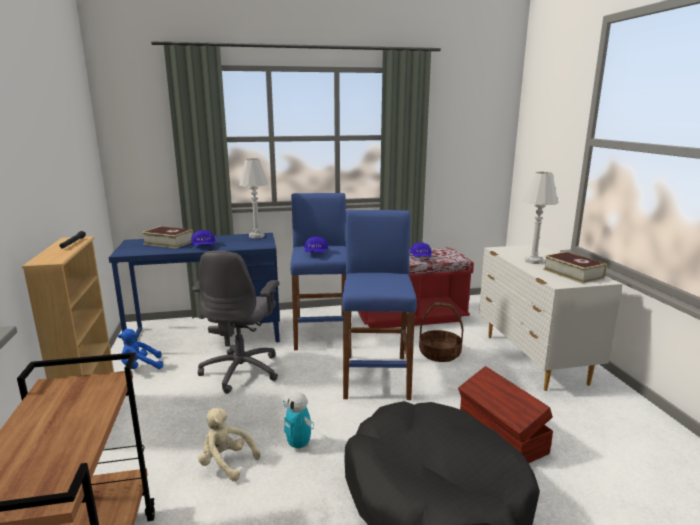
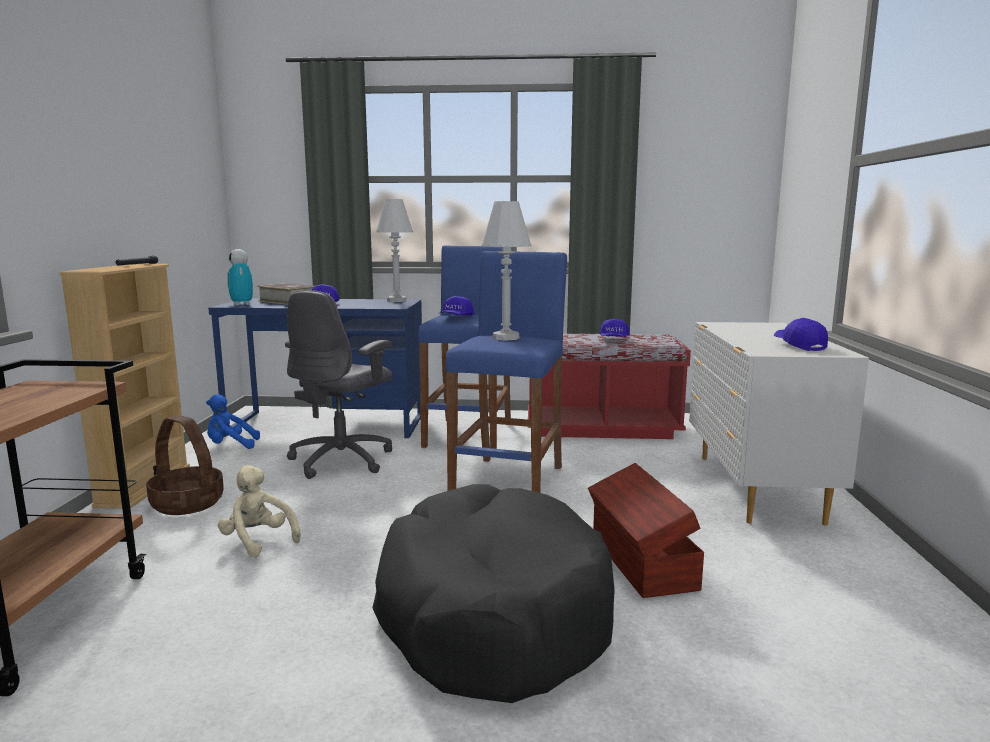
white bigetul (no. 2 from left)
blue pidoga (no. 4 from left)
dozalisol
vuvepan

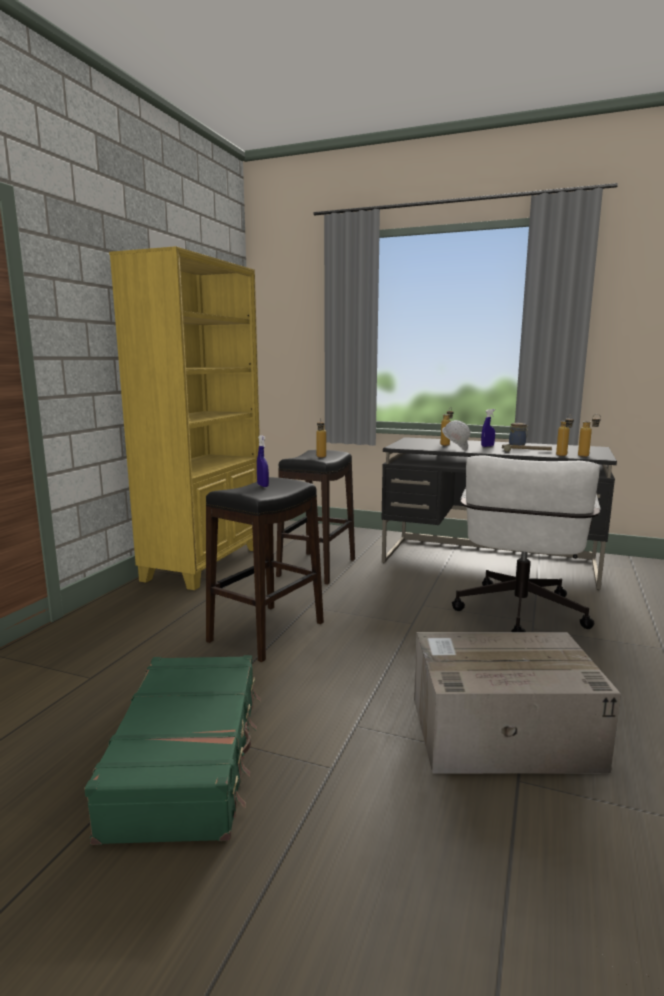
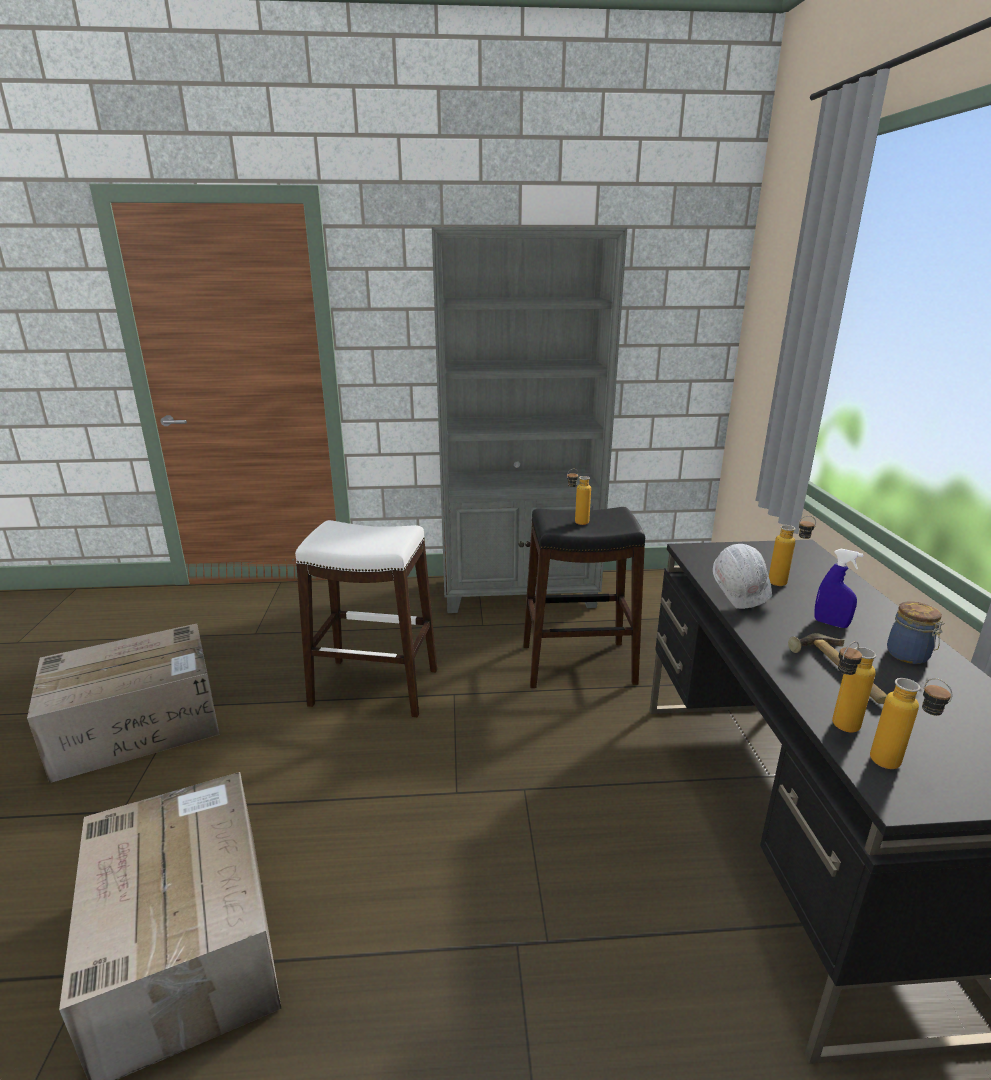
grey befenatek
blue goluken (no. 1 from left in the first image)
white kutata
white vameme
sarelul (no. 1 from left)

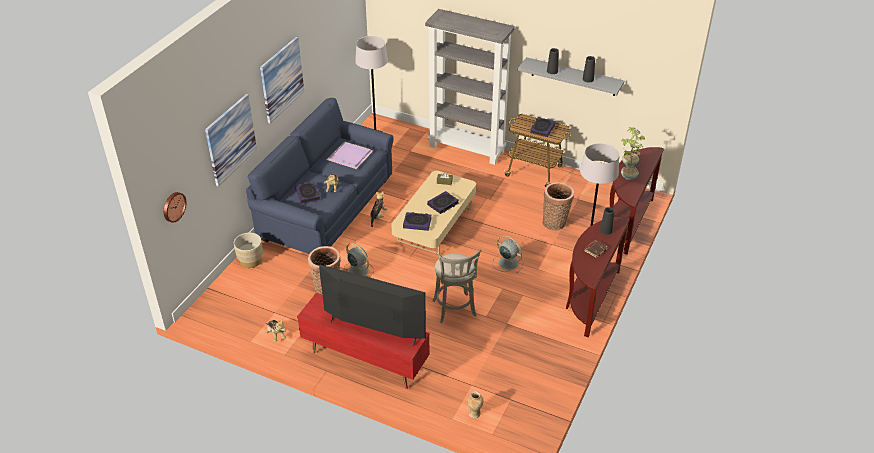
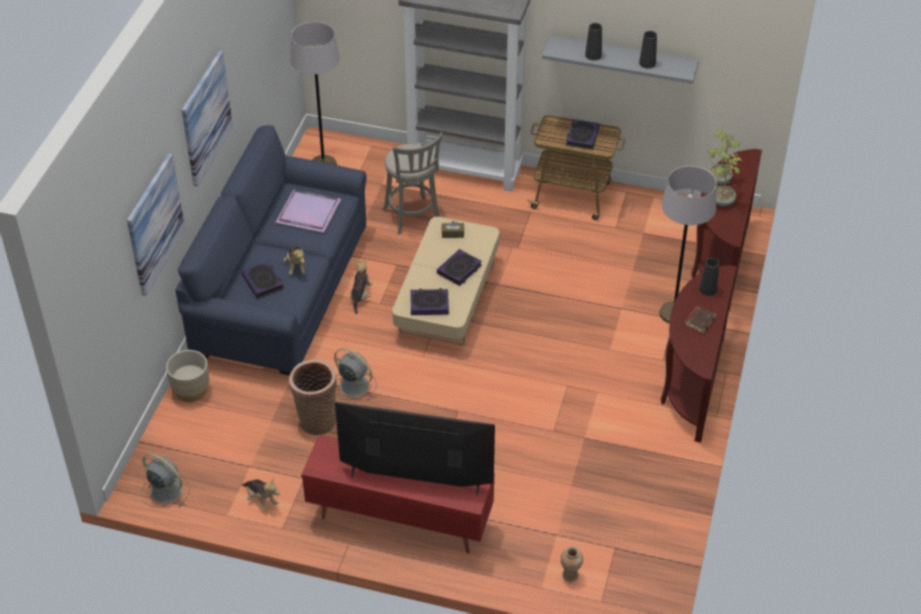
dozalisol (no. 2 from left in the first image)
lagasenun
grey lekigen (no. 1 from left)
grey vameme

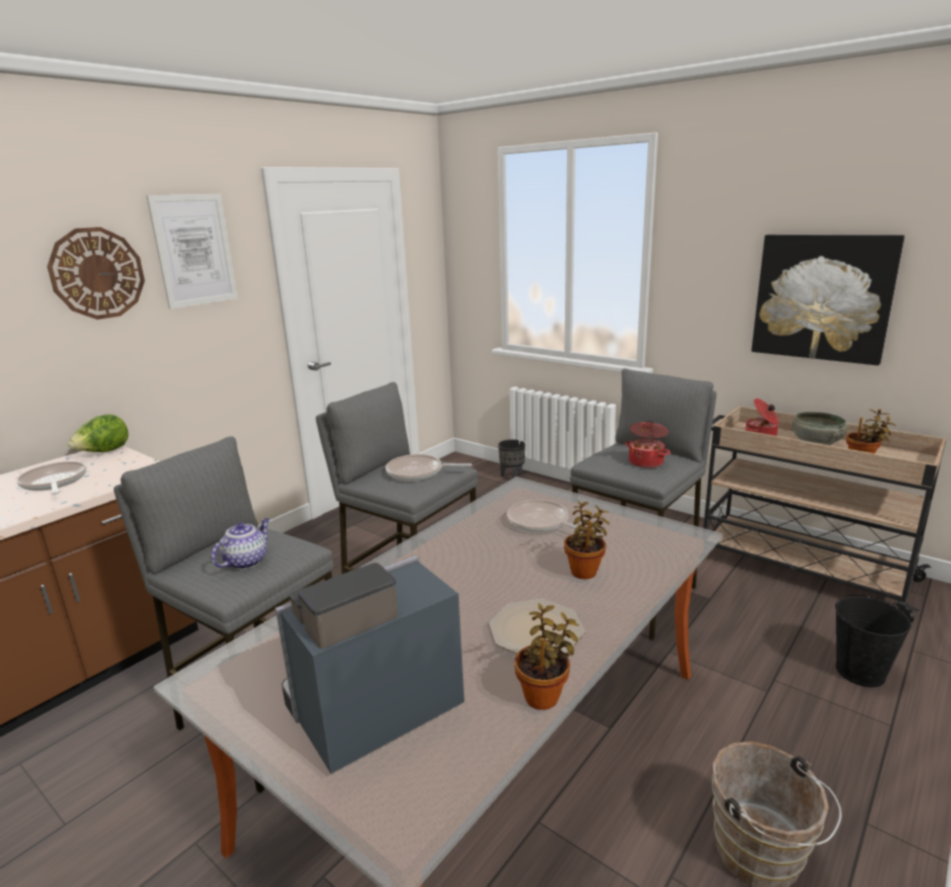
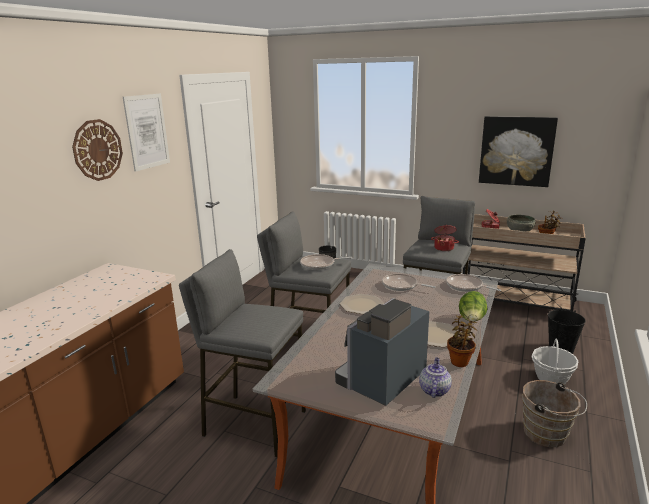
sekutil
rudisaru (no. 3 from left)
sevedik (no. 2 from left in the first image)
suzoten
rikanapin (no. 1 from left)
dozalisol

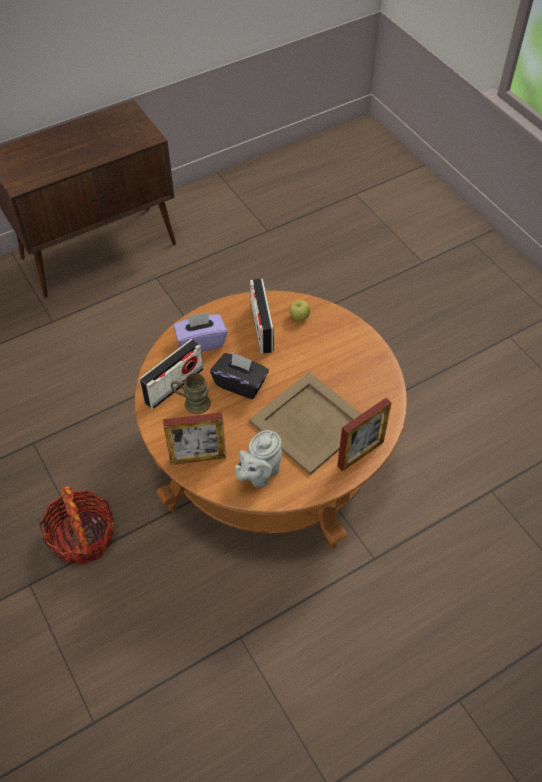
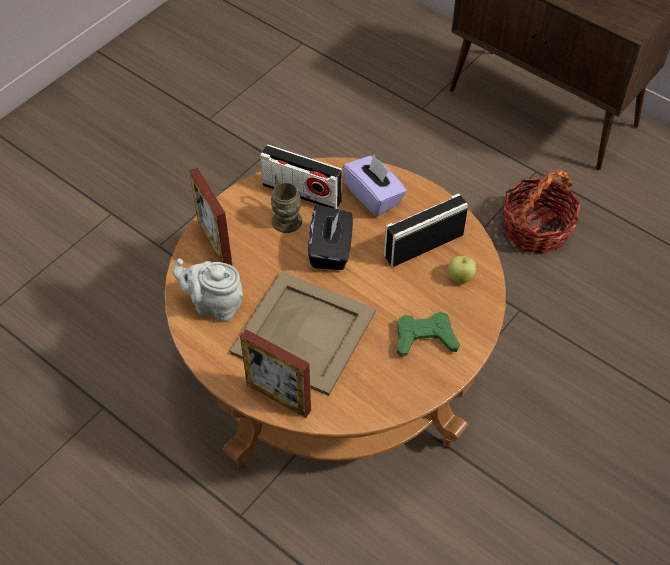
dozalisol
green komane

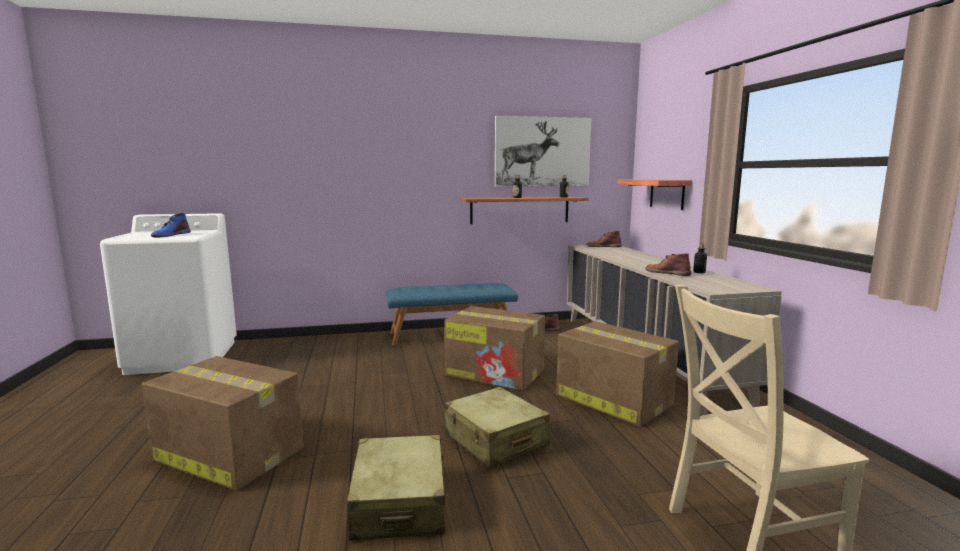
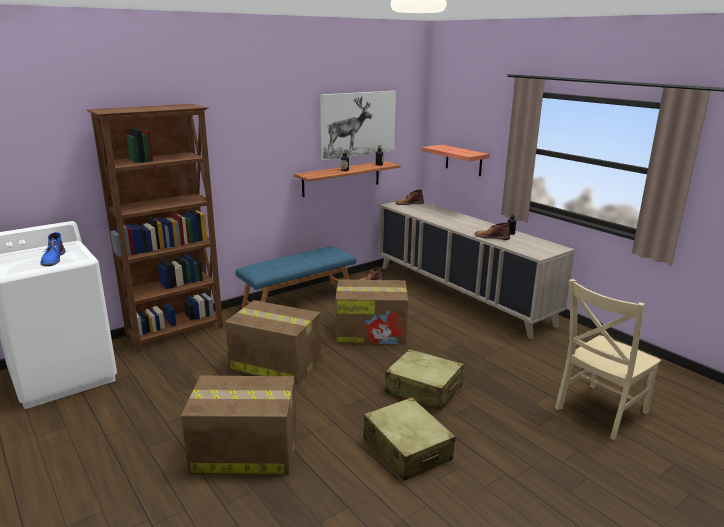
sarelul (no. 2 from left)
brown befenatek

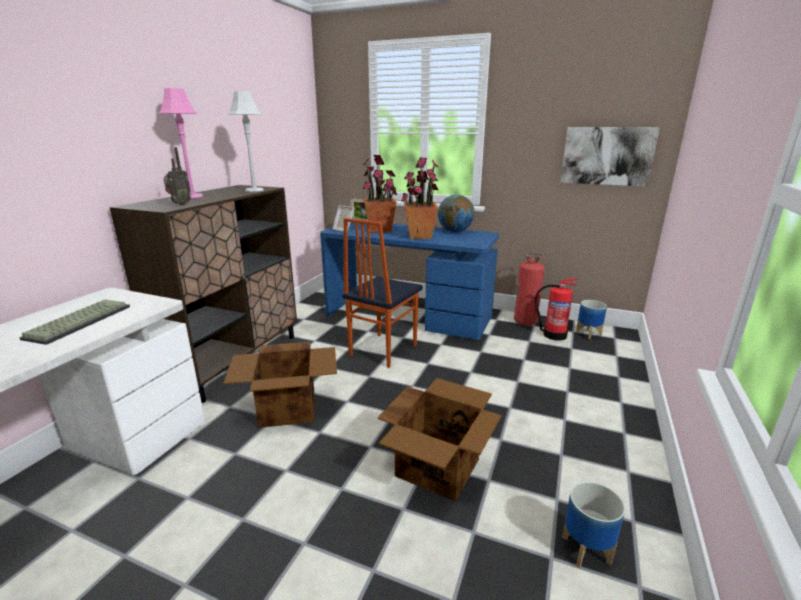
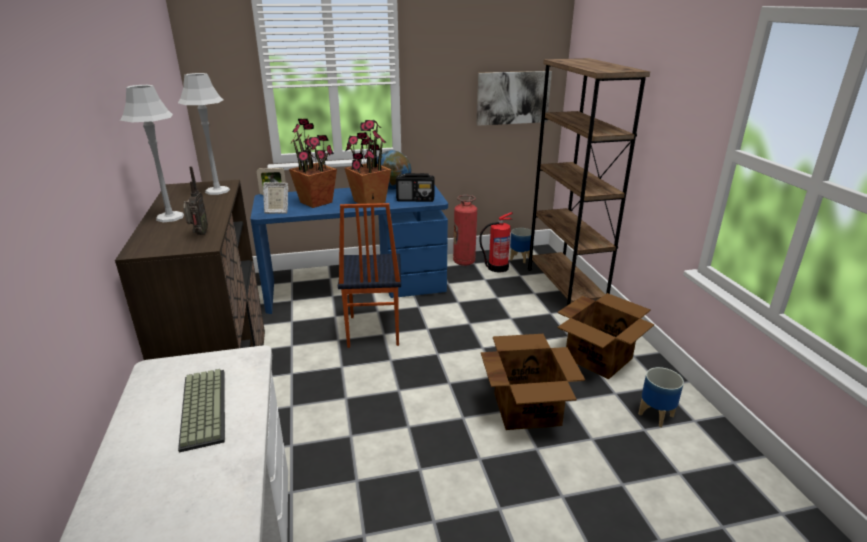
grey bigetul (no. 1 from left)
sarelul (no. 2 from left)
brown befenatek
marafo (no. 2 from left)

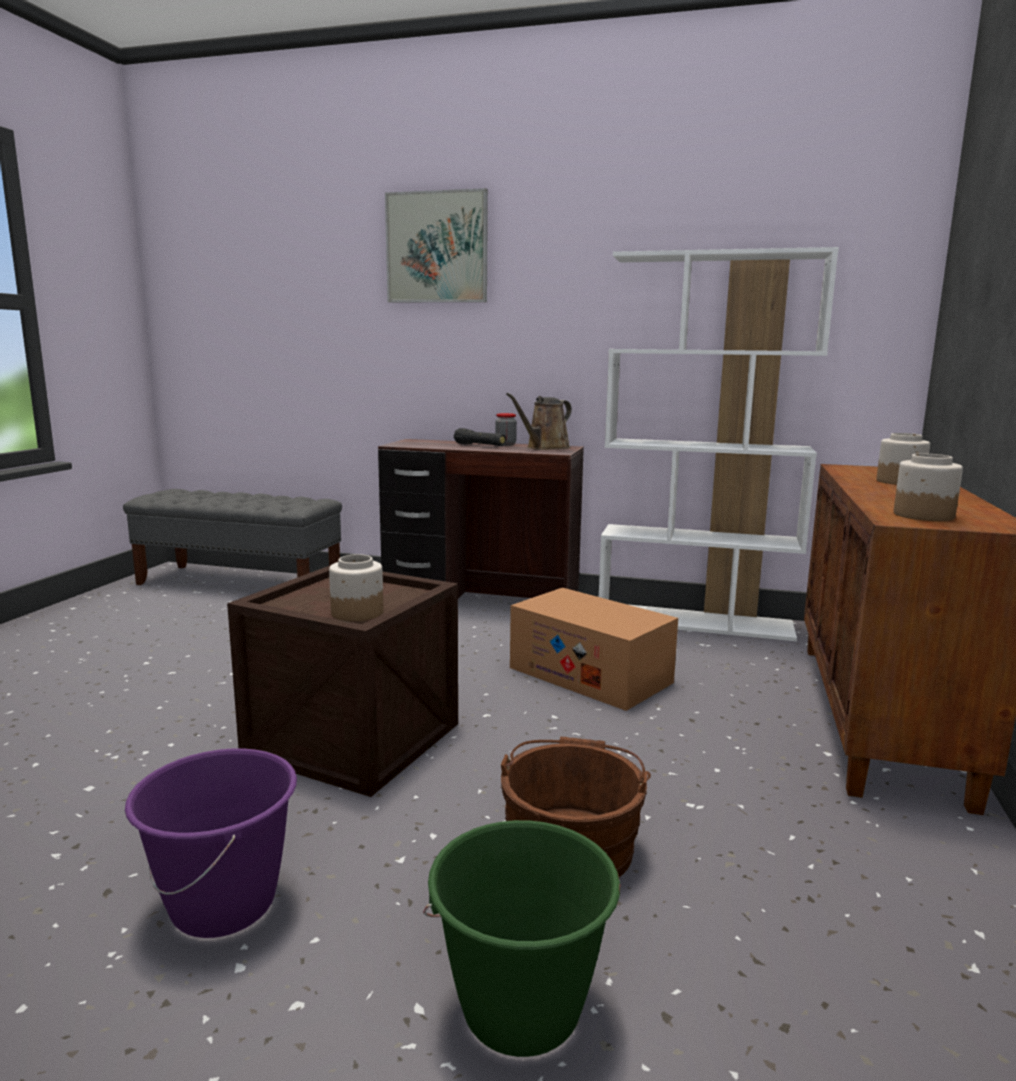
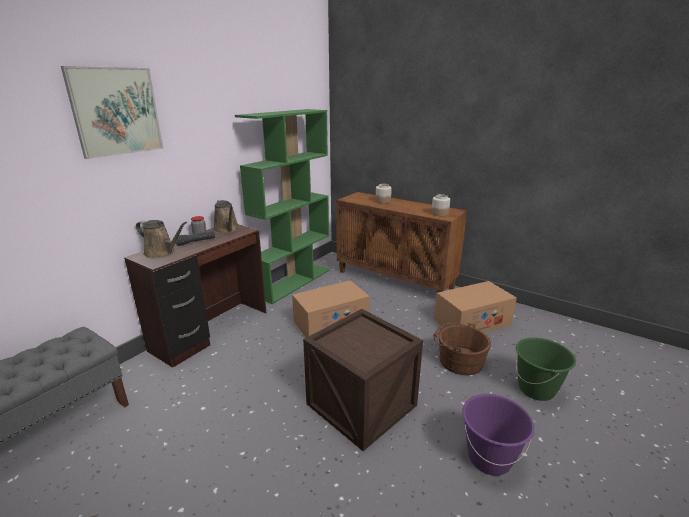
green befenatek
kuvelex (no. 1 from left in the first image)
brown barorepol (no. 1 from left)
sarelul (no. 2 from left)

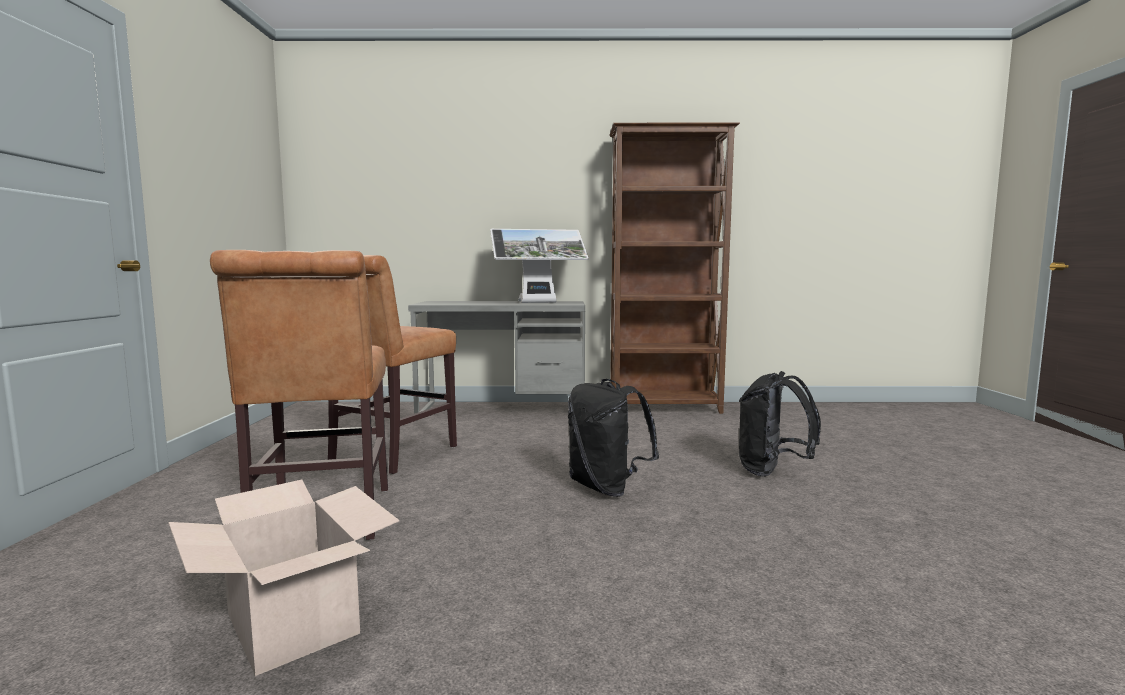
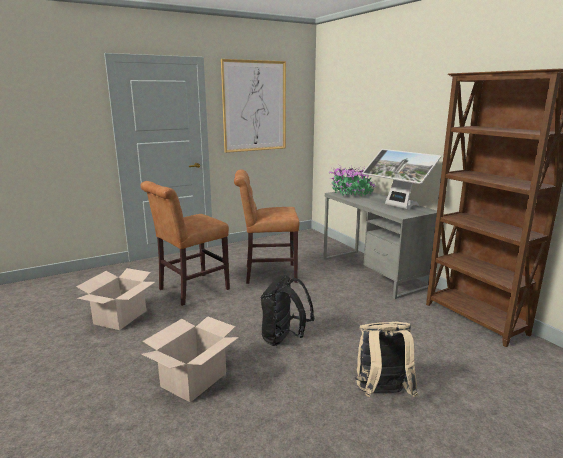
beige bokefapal
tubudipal
sevedik
sarelul (no. 2 from left)

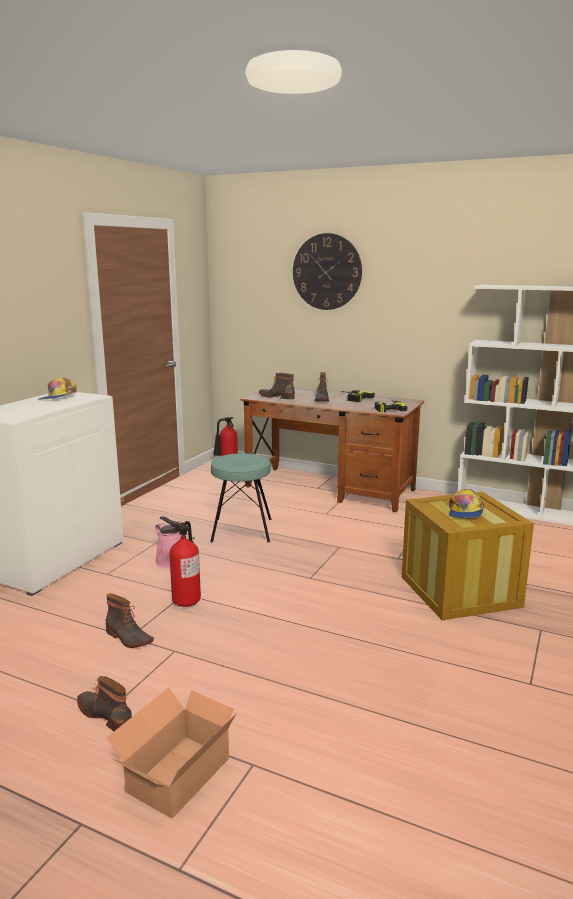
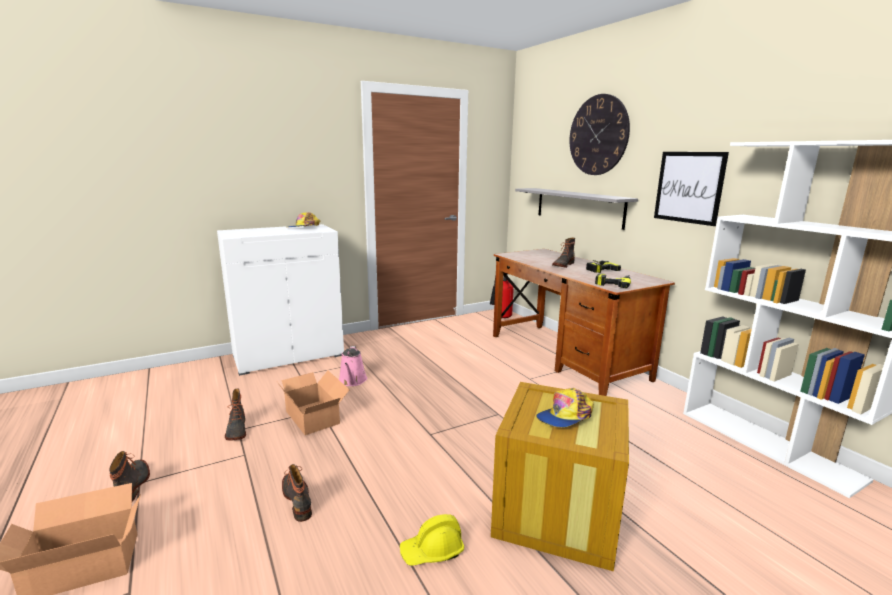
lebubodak (no. 3 from left)
turquoise vameme
sarelul (no. 2 from left)
tubudipal
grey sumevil
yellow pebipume

